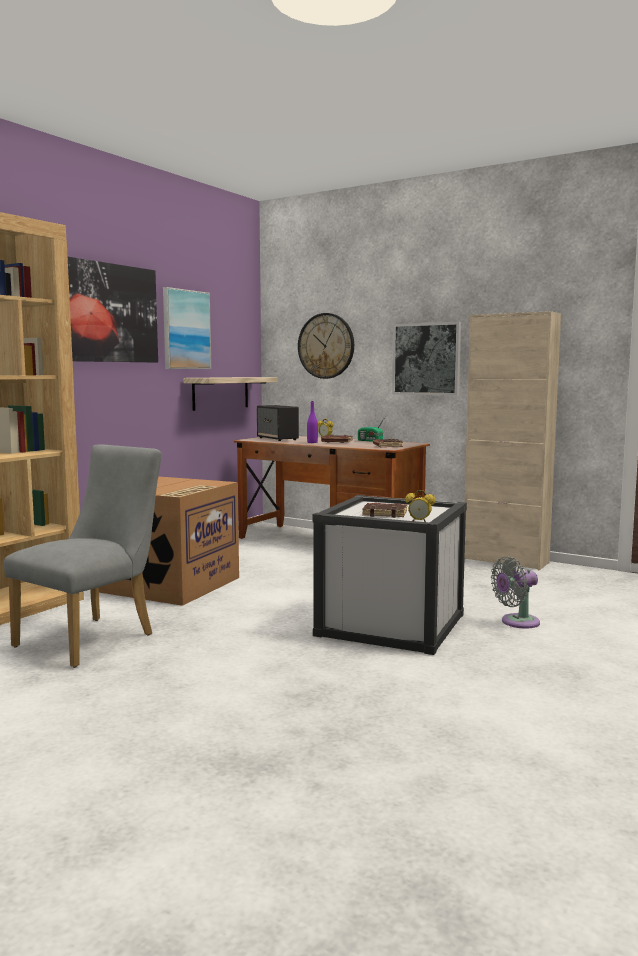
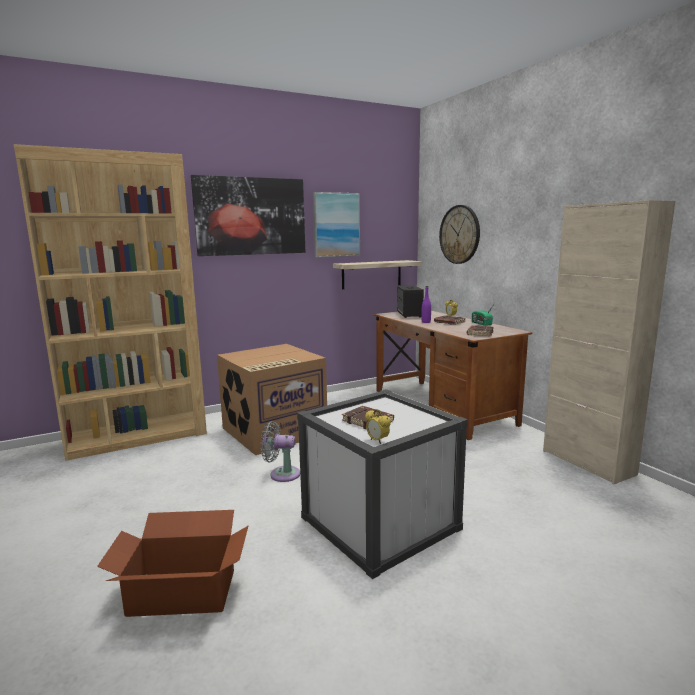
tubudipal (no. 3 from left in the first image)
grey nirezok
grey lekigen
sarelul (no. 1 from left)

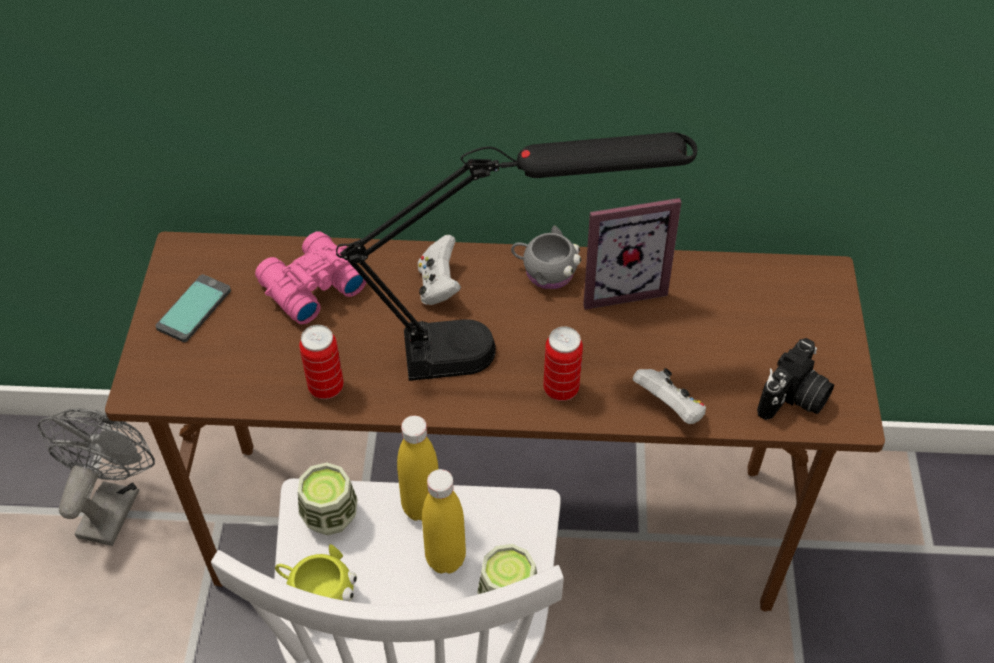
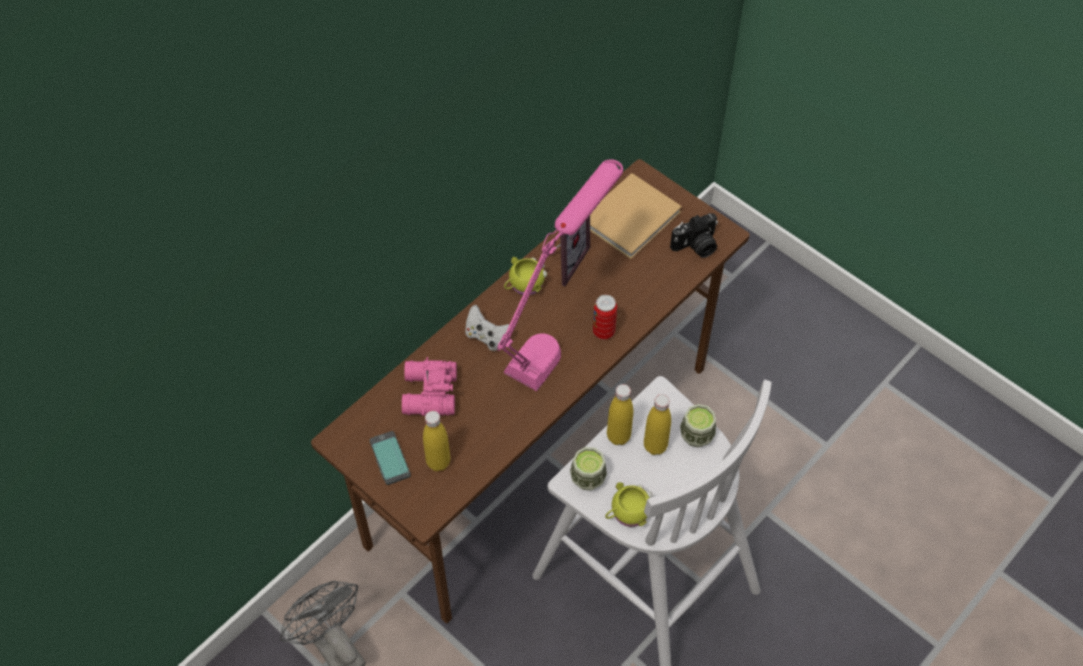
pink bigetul
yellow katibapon (no. 1 from left)
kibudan (no. 1 from left in the first image)
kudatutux
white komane (no. 2 from left in the first image)
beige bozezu
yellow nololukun (no. 1 from left)

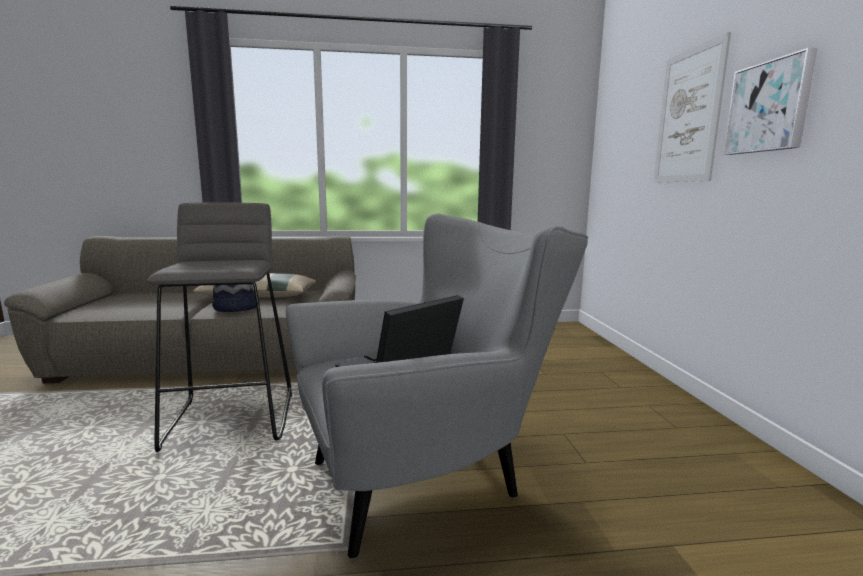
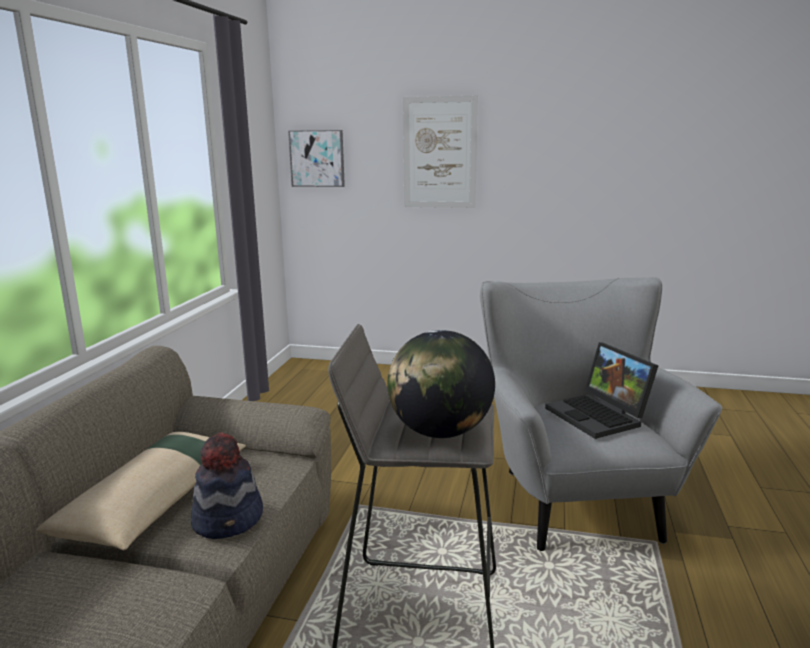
tubudipal (no. 1 from left)
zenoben

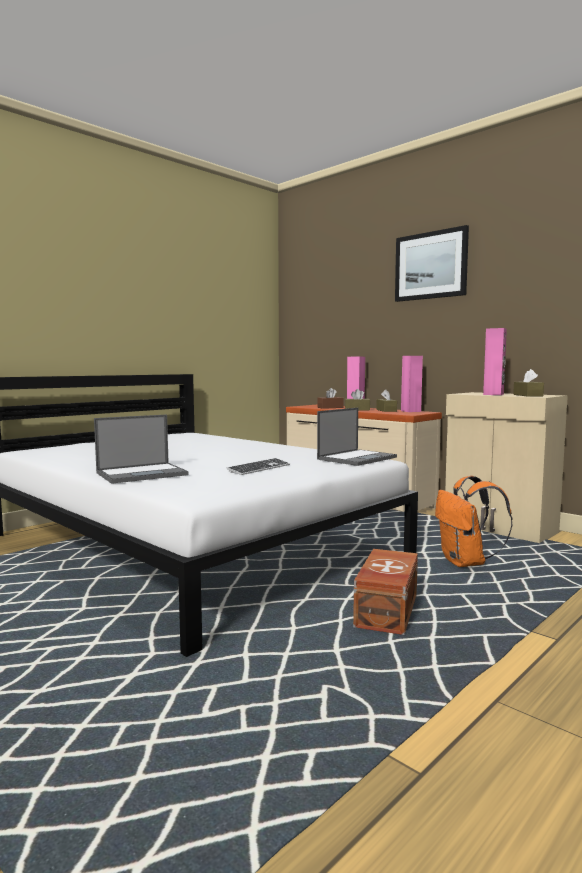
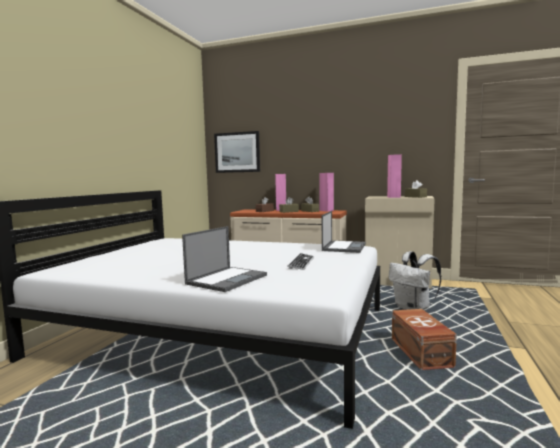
tubudipal
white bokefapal

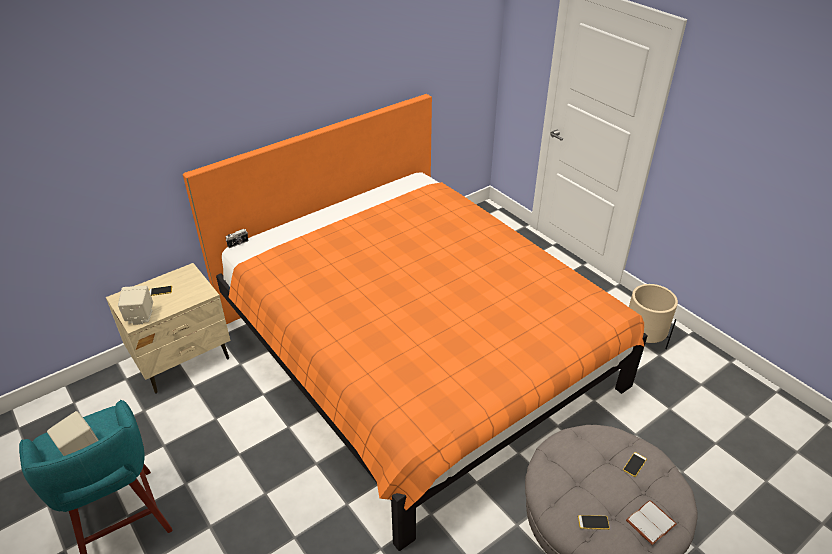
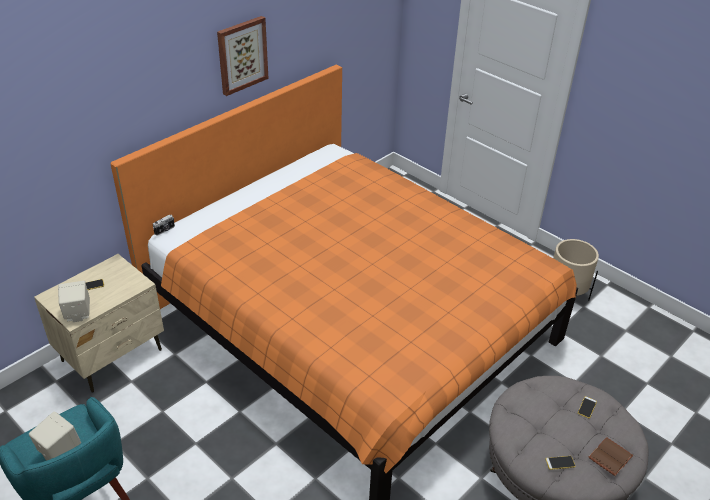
brown bozezu
tubudipal

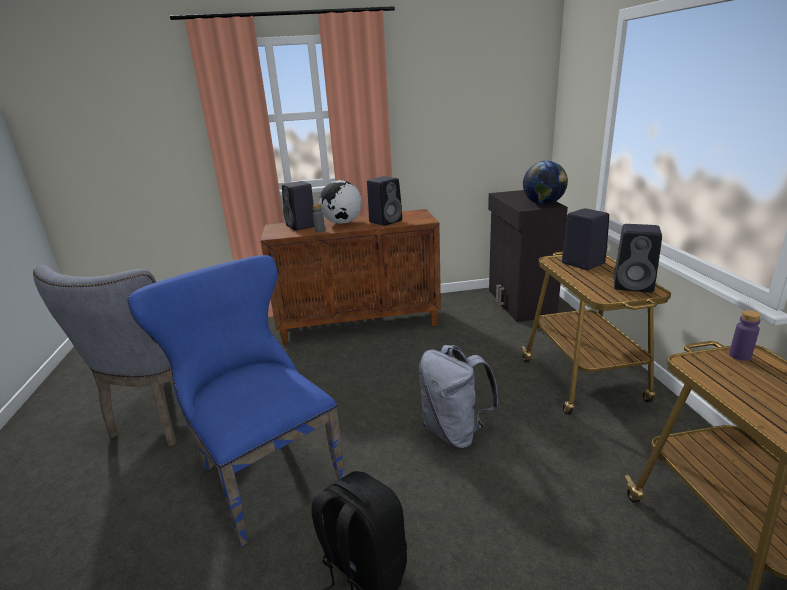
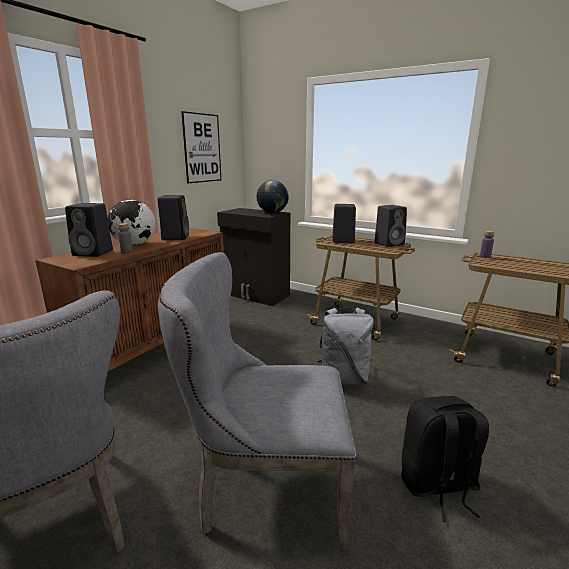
grey nirezok (no. 2 from left)
tubudipal

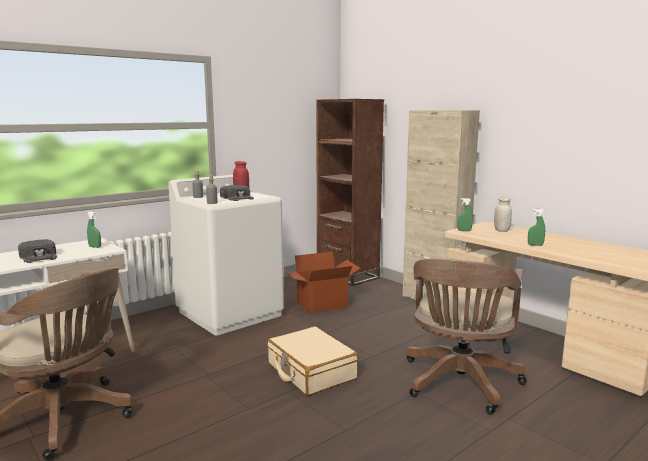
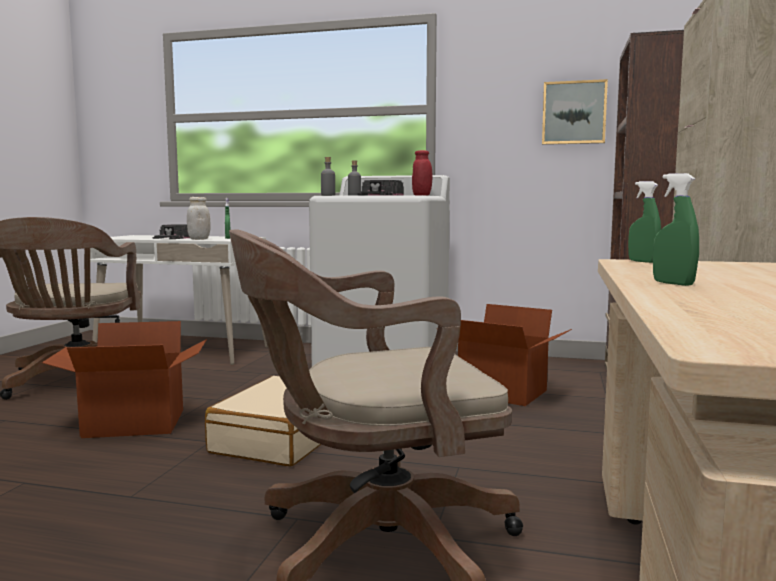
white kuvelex
tubudipal
sarelul (no. 1 from left)

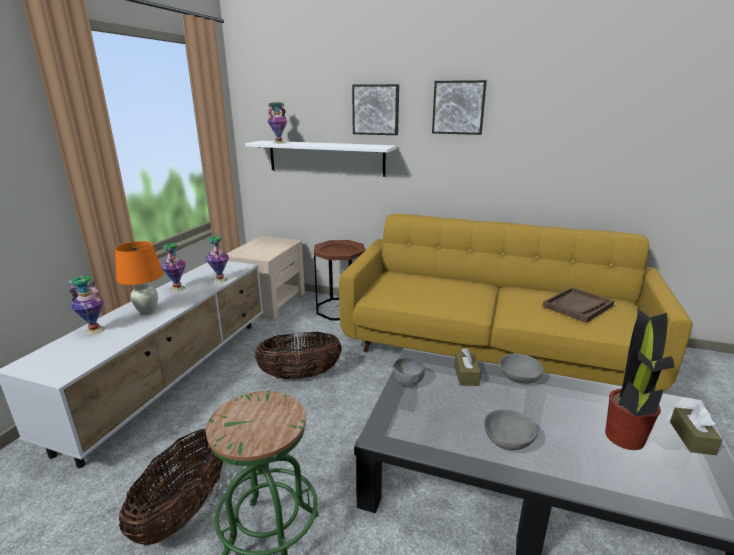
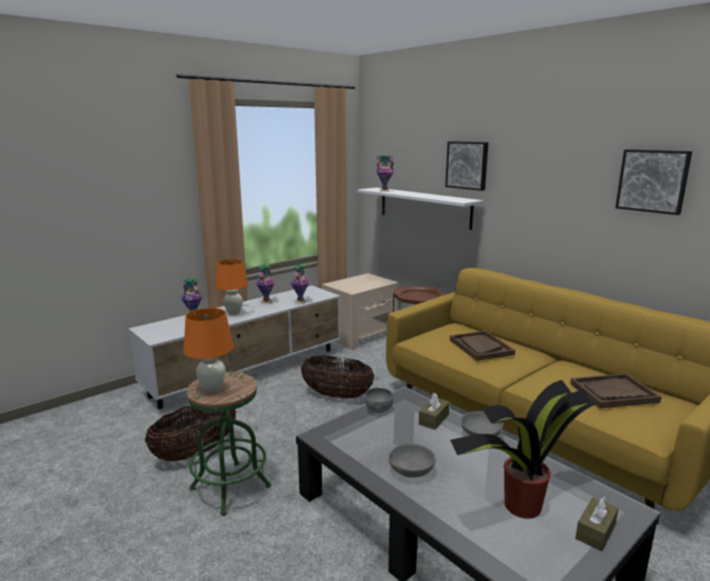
tubudipal (no. 2 from left)
orange bigetul (no. 1 from left)
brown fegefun (no. 1 from left)

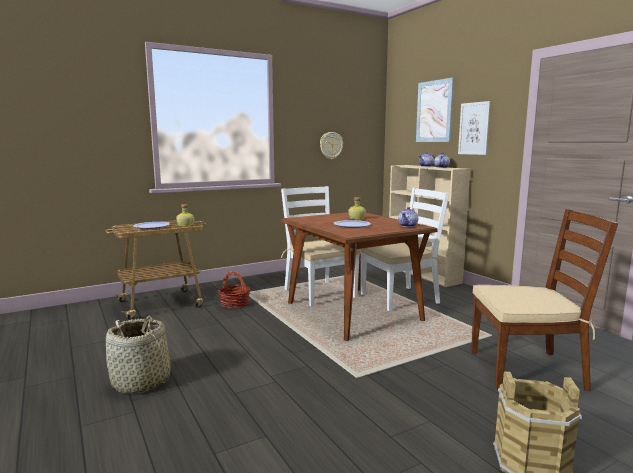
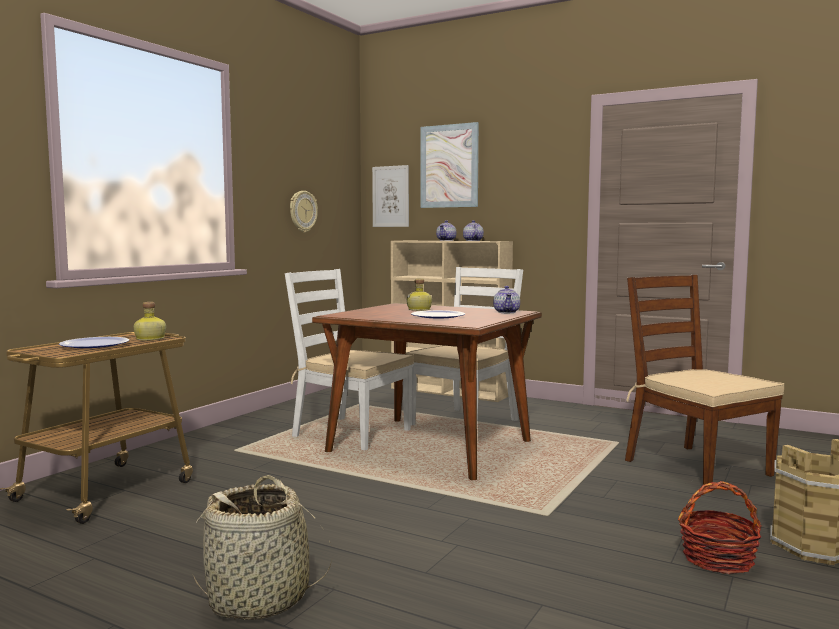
tubudipal (no. 1 from left)
brown nirezok
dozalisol (no. 2 from left)

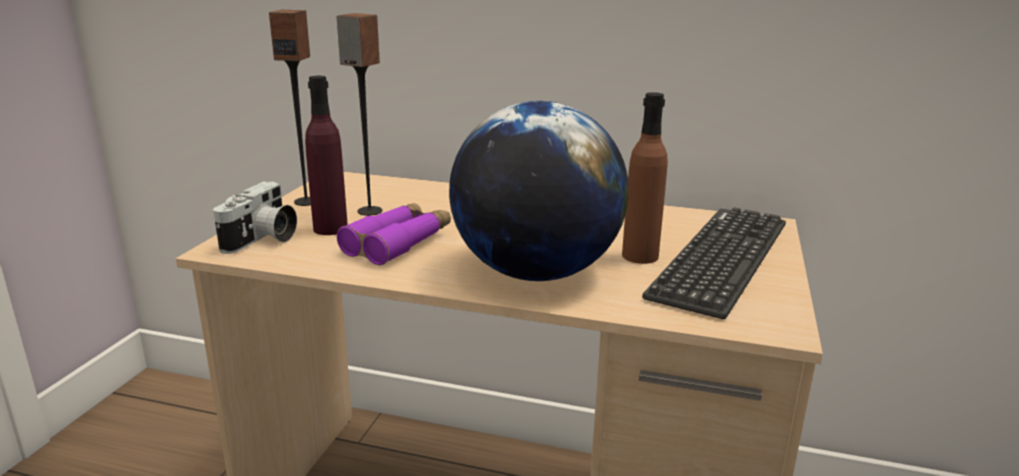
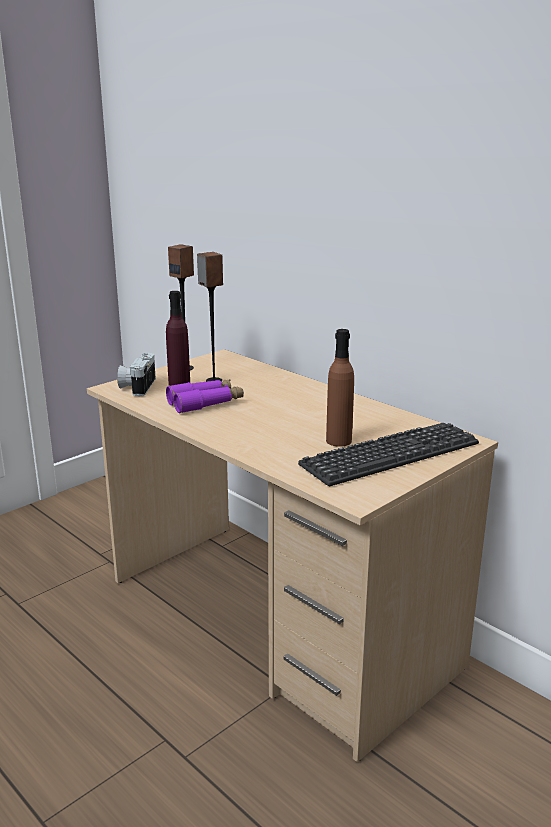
zenoben
kudatutux

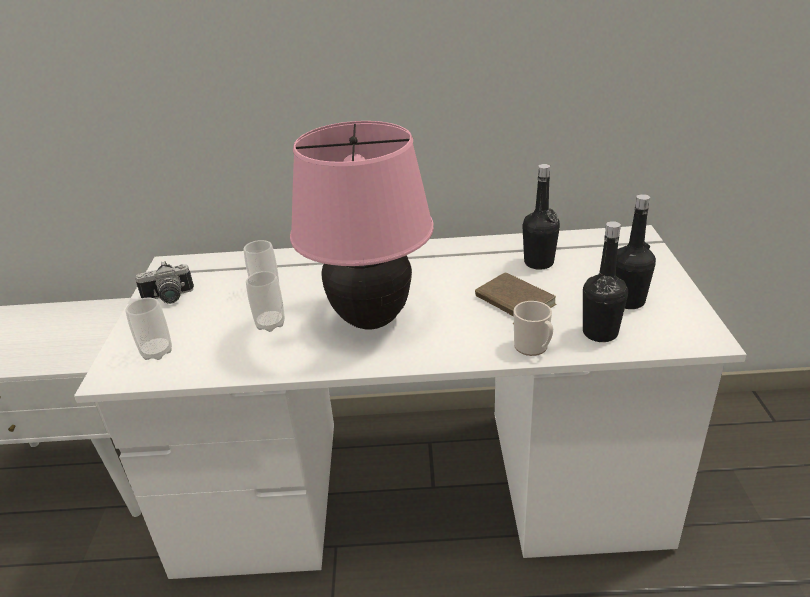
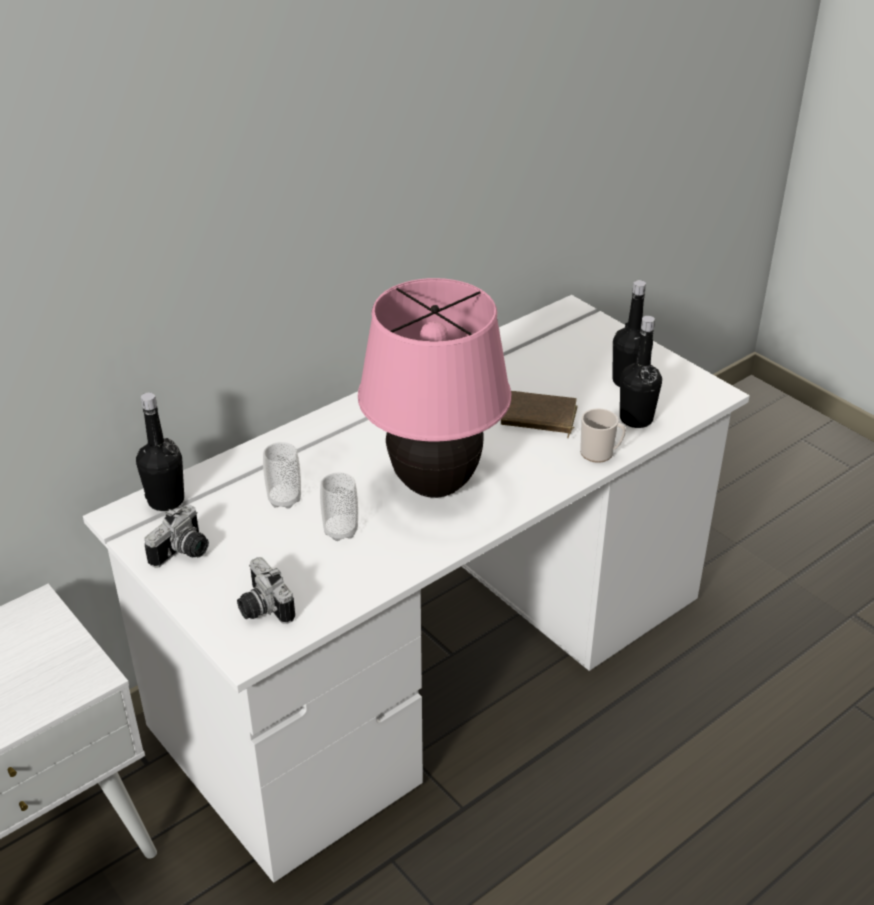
black nololukun (no. 1 from left)
kudatutux (no. 2 from left)

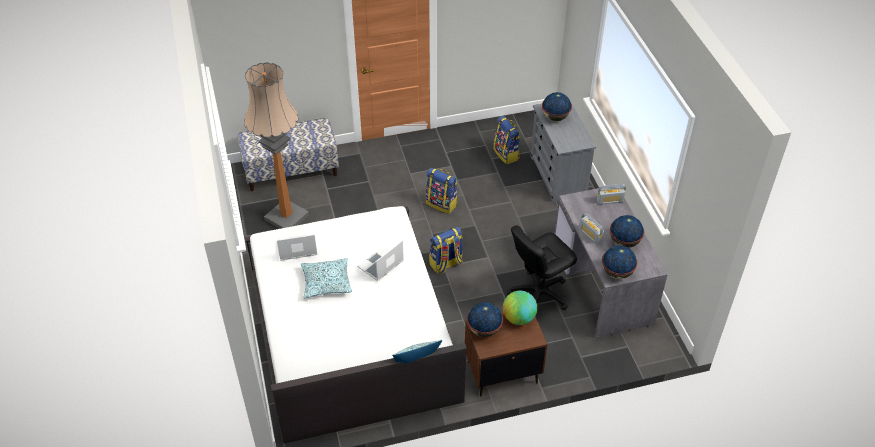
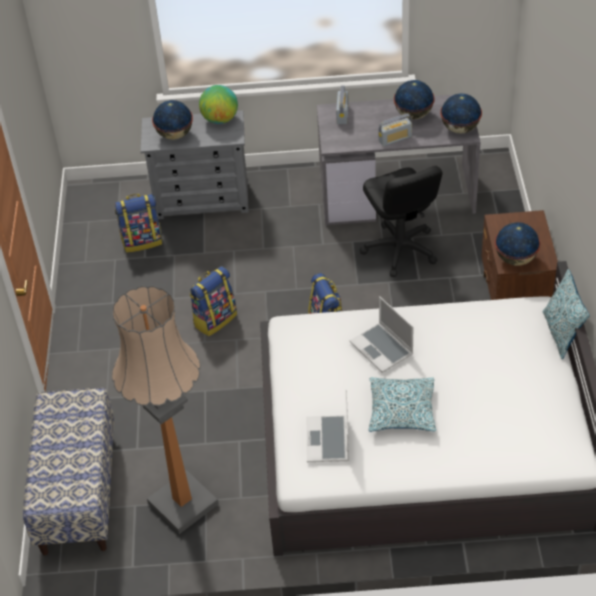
zenoben (no. 2 from left)

